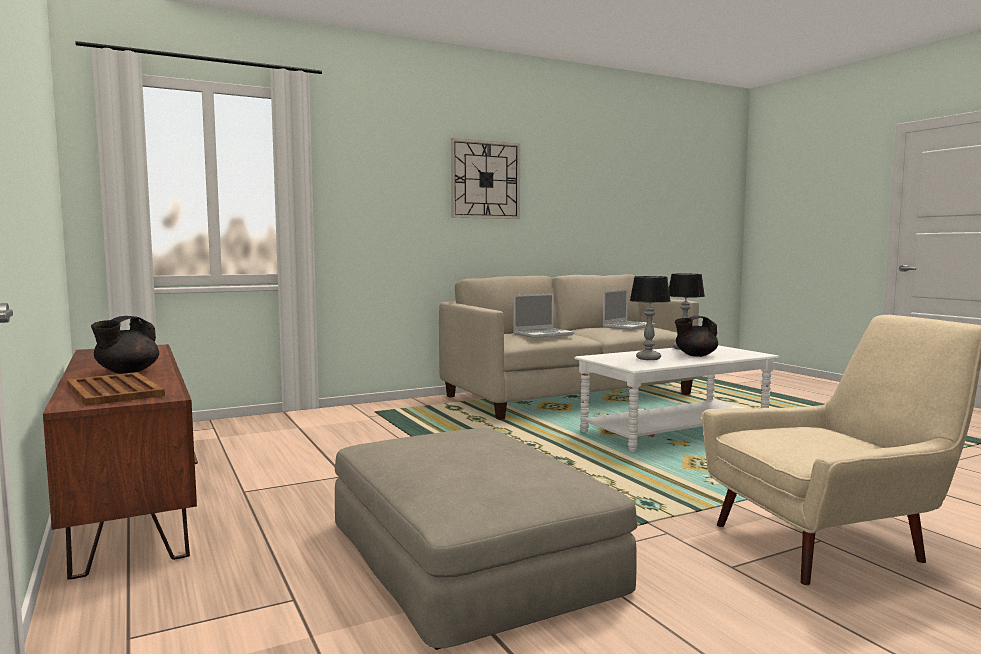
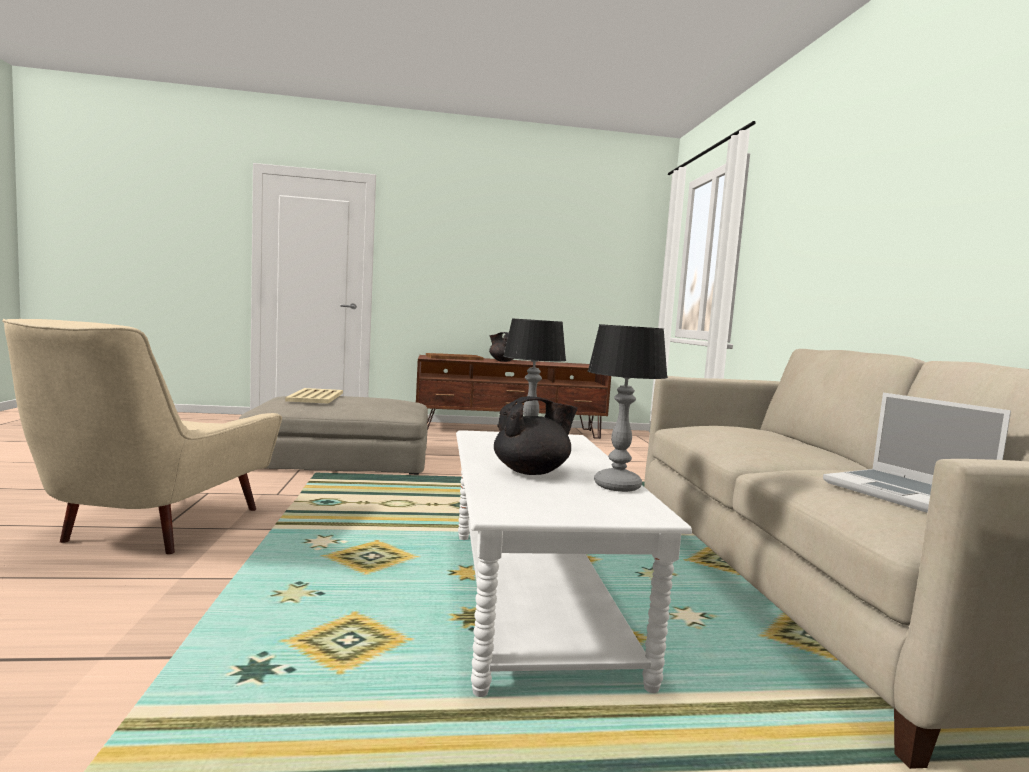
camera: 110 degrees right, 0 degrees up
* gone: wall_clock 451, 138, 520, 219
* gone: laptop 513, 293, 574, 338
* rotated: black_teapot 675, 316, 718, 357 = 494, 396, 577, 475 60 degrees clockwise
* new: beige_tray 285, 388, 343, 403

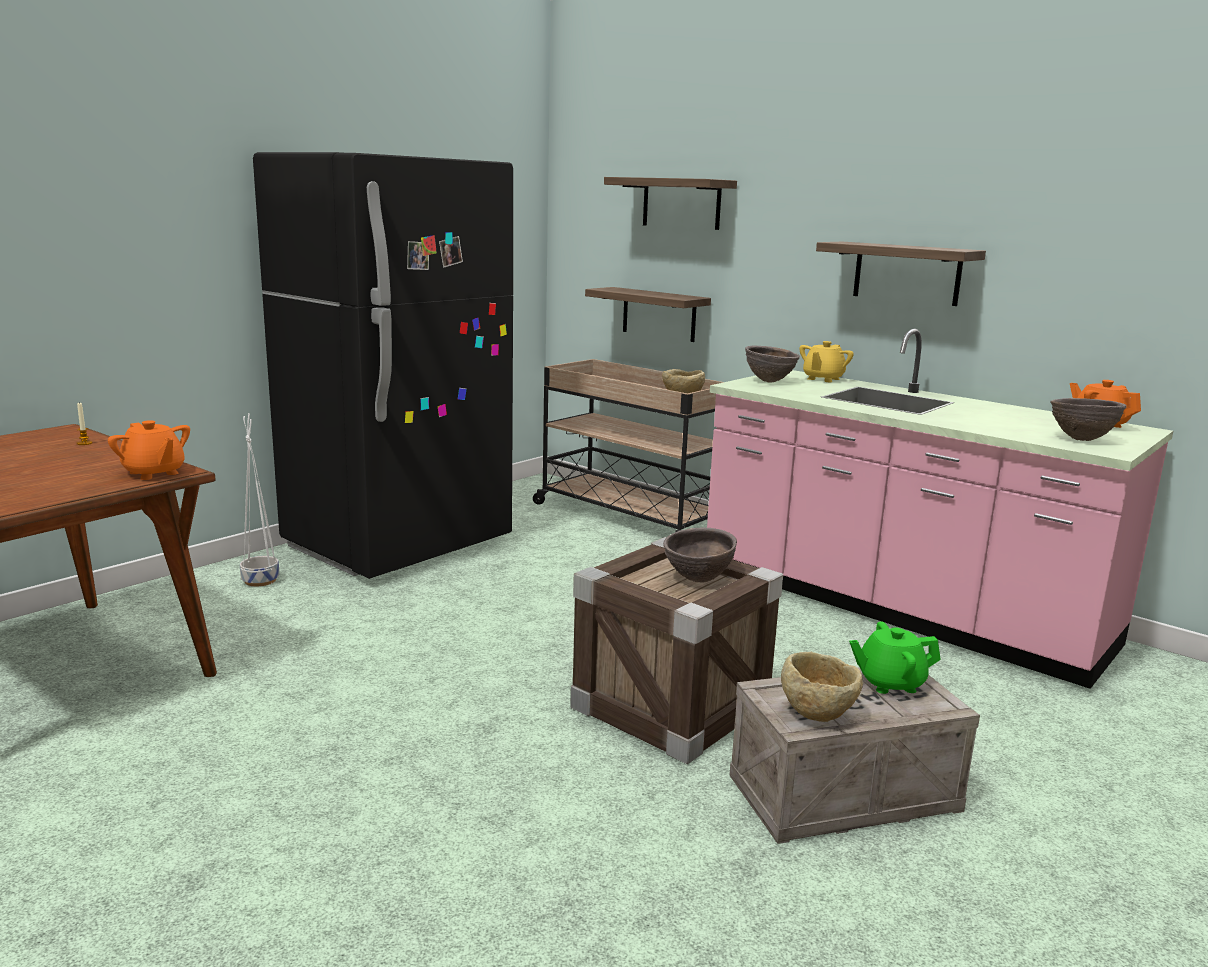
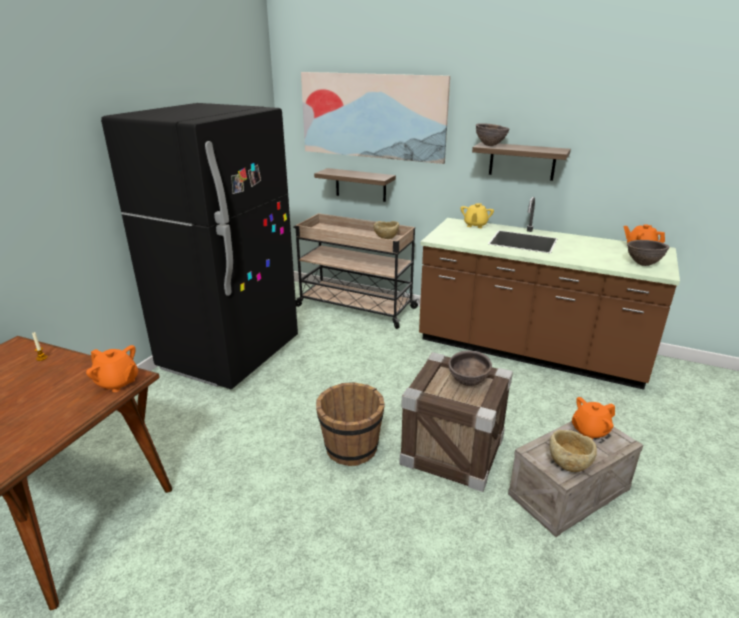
camera: 15 degrees left, 10 degrees up
* swapped: shelf 604, 177, 737, 230 to picture 301, 72, 450, 164
* repainted: pink_counter 707, 329, 1173, 689 to brown_counter 419, 197, 680, 390
* shifted: brown_bowl 745, 345, 800, 383 to 476, 123, 510, 146
* gone: white_planter 240, 413, 279, 587
* repainted: green_teapot 849, 622, 941, 694 to orange_teapot 572, 397, 615, 439
* new: brown_bucket 316, 382, 385, 466

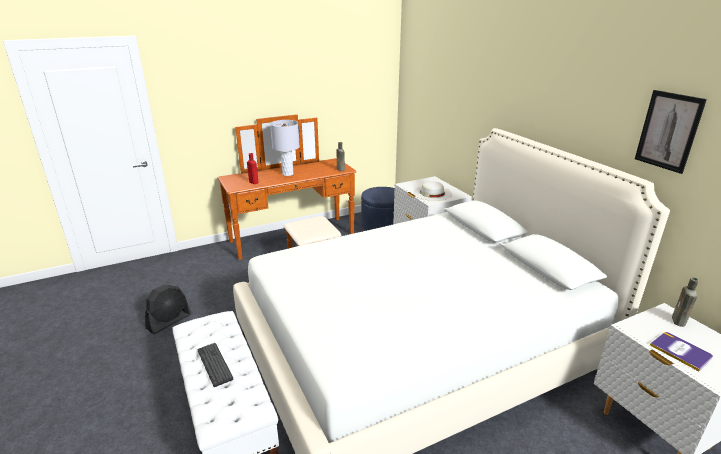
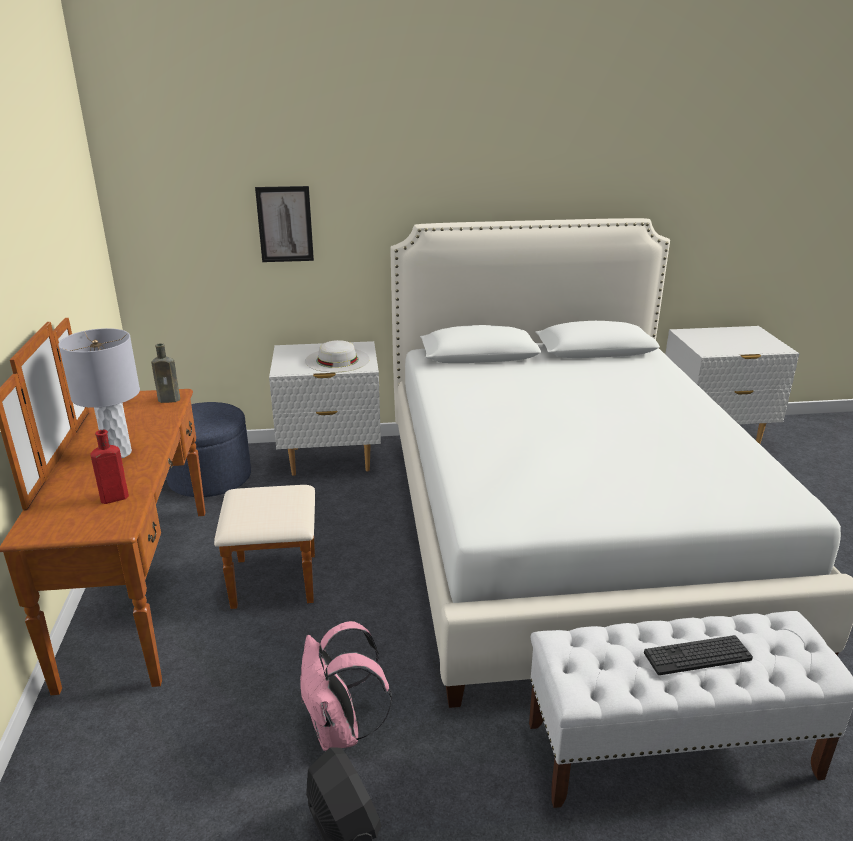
camera: 70 degrees left, 0 degrees up
* shifted: picture 635, 90, 707, 174 to 255, 186, 314, 262
* gone: brown_bottle 672, 277, 699, 327
* gone: book 650, 332, 713, 371
* new: pink_backpack 300, 621, 392, 751

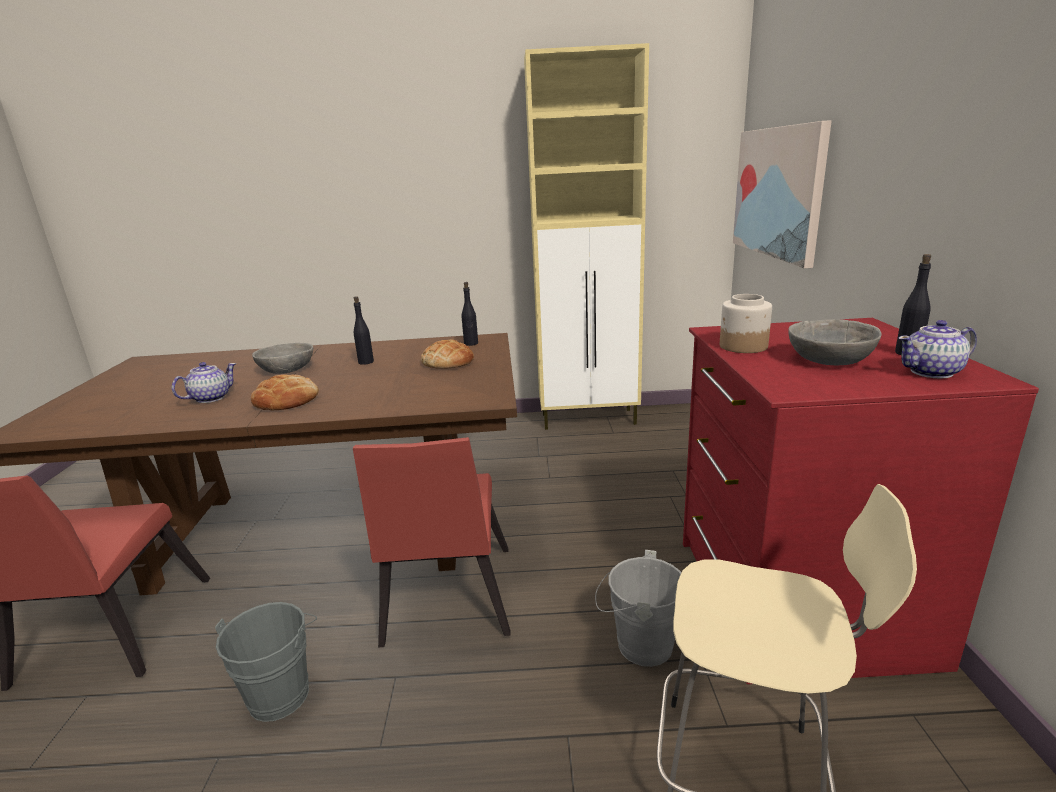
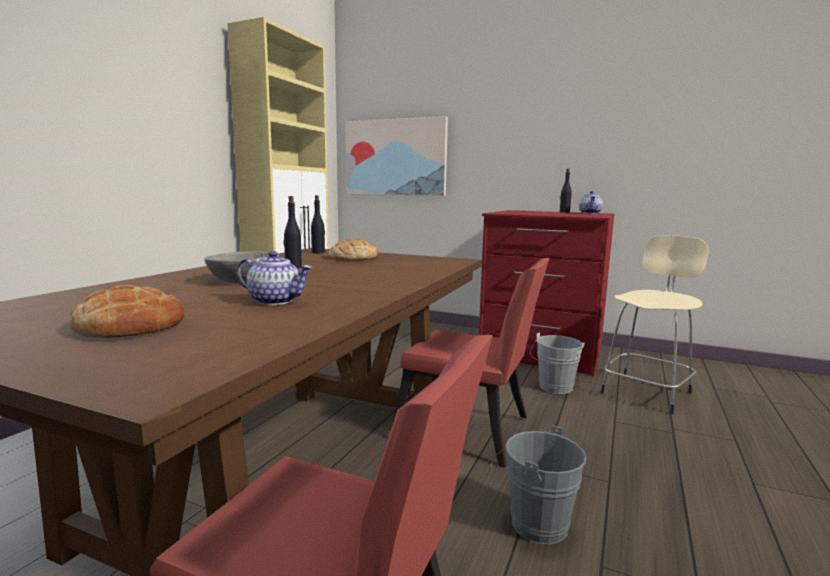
camera: 65 degrees left, 10 degrees down
* gone: jar 720, 294, 772, 353
* gone: grey_bowl 788, 319, 882, 365
* rotated: teapot 172, 362, 236, 403 = 237, 251, 312, 305 135 degrees clockwise
* shifted: bread 251, 374, 319, 410 to 69, 285, 184, 338

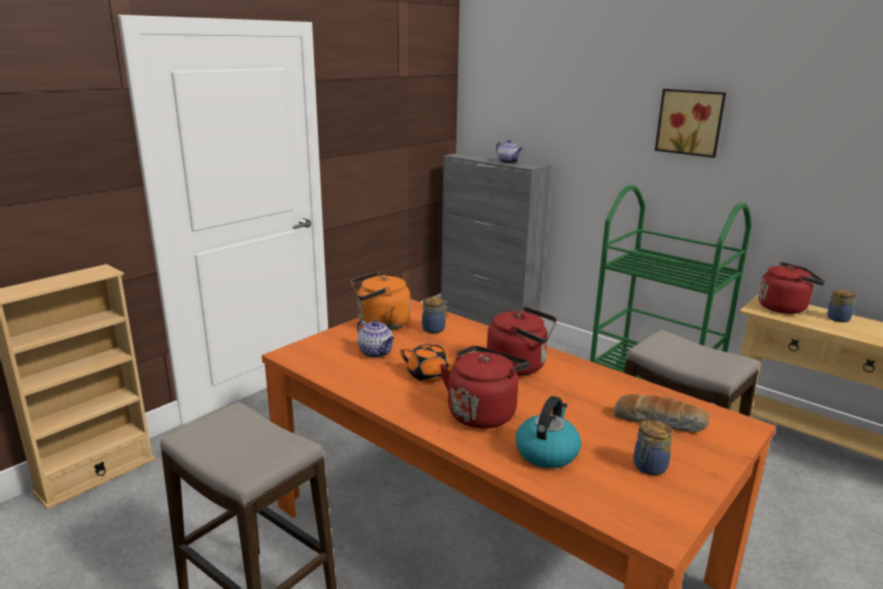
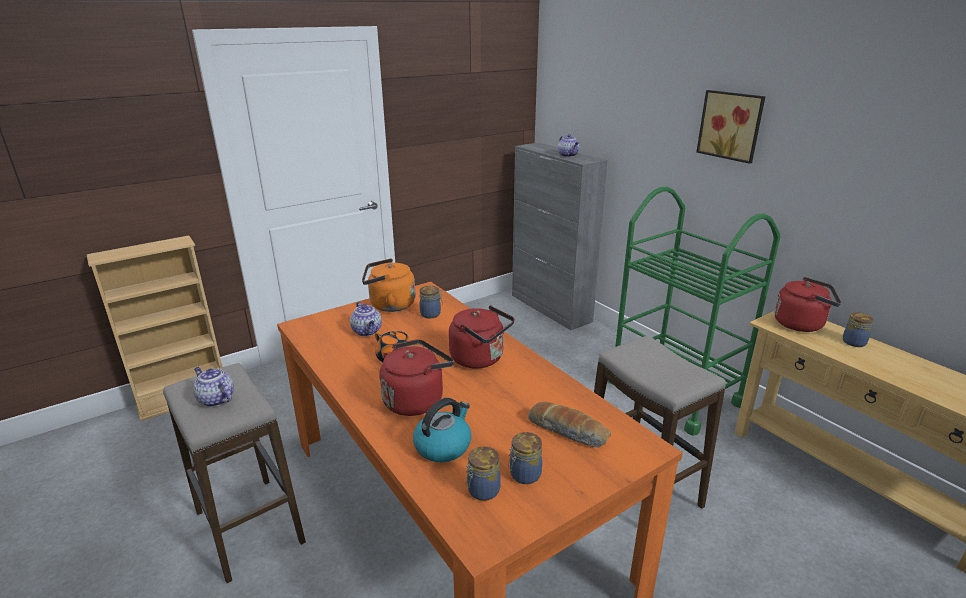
camera: 15 degrees right, 5 degrees up
* new: teapot 193, 367, 234, 407
* new: jar 466, 446, 501, 501

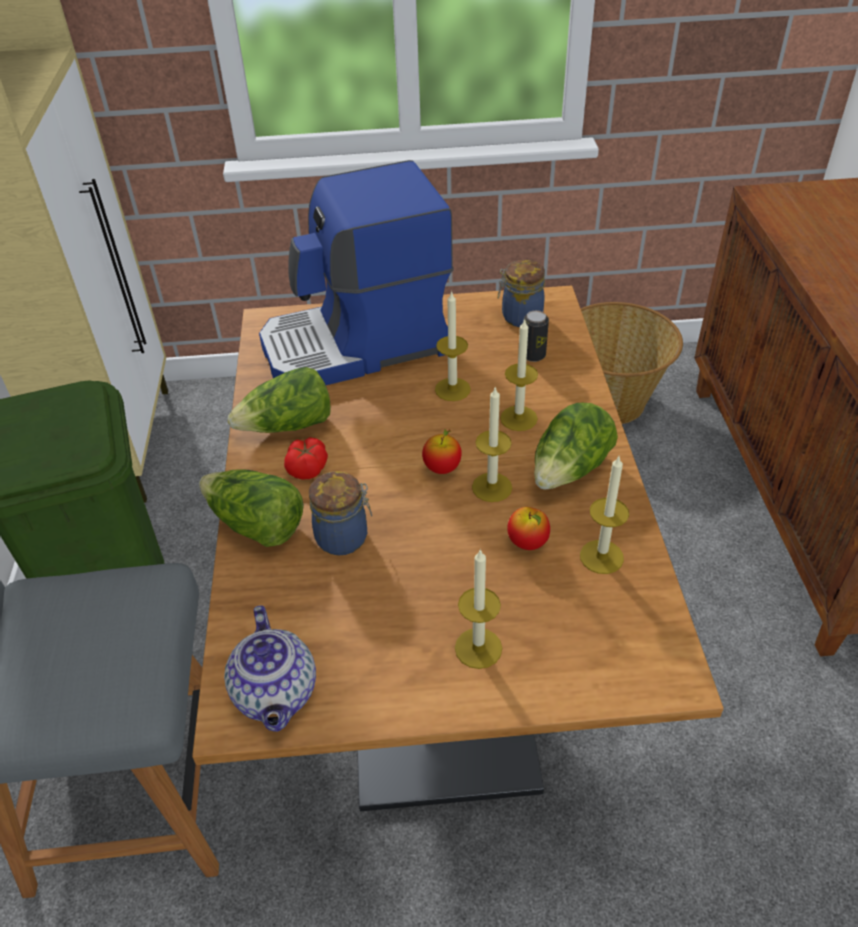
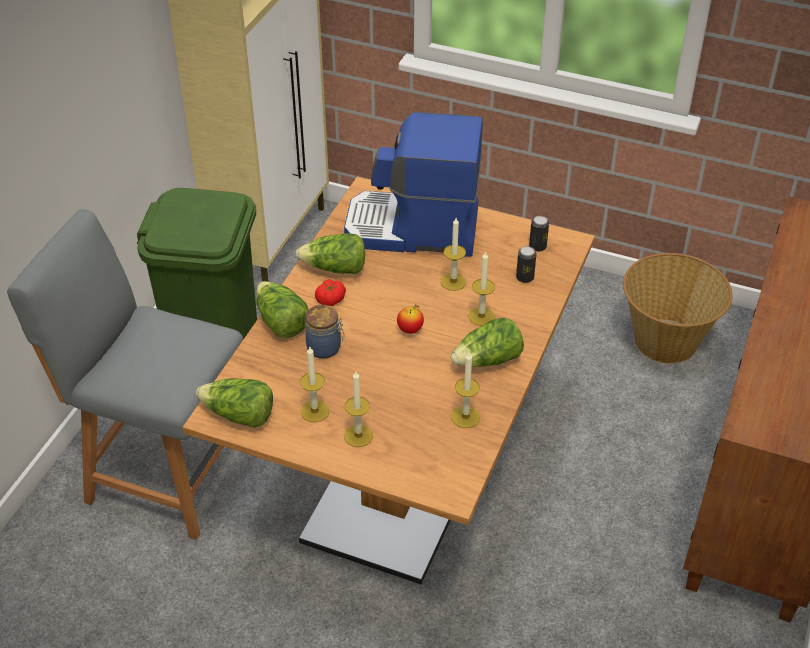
camera: 25 degrees right, 0 degrees up
* swapped: jar 498, 260, 545, 327 to can 529, 216, 549, 252
* shifted: candle 472, 388, 512, 502 to 300, 347, 329, 422
* gone: apple 507, 507, 550, 550
* swapped: teapot 224, 605, 316, 732 to lettuce 196, 378, 273, 428

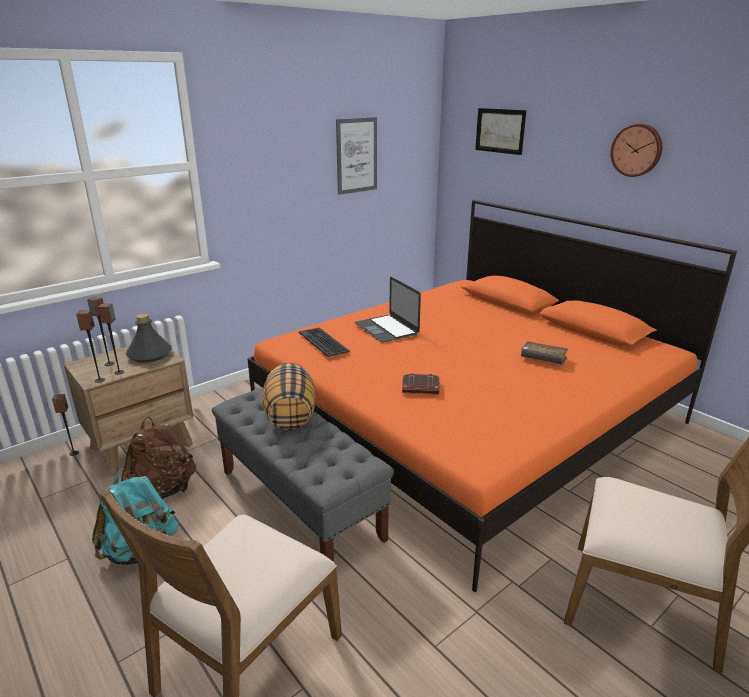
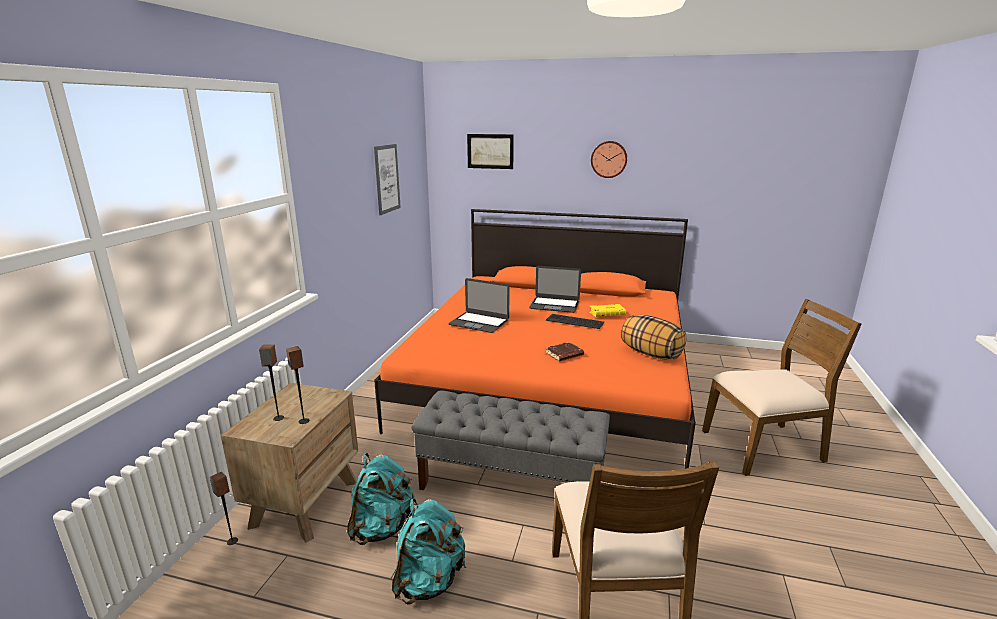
camera: 35 degrees left, 5 degrees down
* gone: speaker 76, 310, 105, 383
* gone: grey_bottle 126, 313, 172, 362
* shifted: keyboard 299, 327, 350, 357 to 546, 314, 604, 329
* repainted: brown_book 521, 341, 568, 365 to yellow_book 589, 304, 626, 317
* shifted: pillow 263, 363, 316, 430 to 621, 315, 687, 359
* repainted: brown_backpack 121, 417, 196, 499 to turquoise_backpack 347, 453, 414, 545
* new: laptop 529, 266, 581, 313

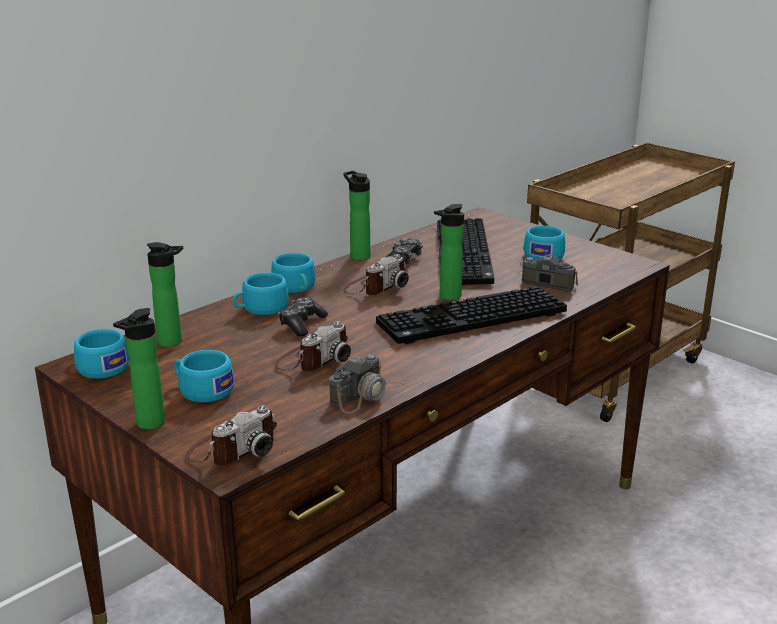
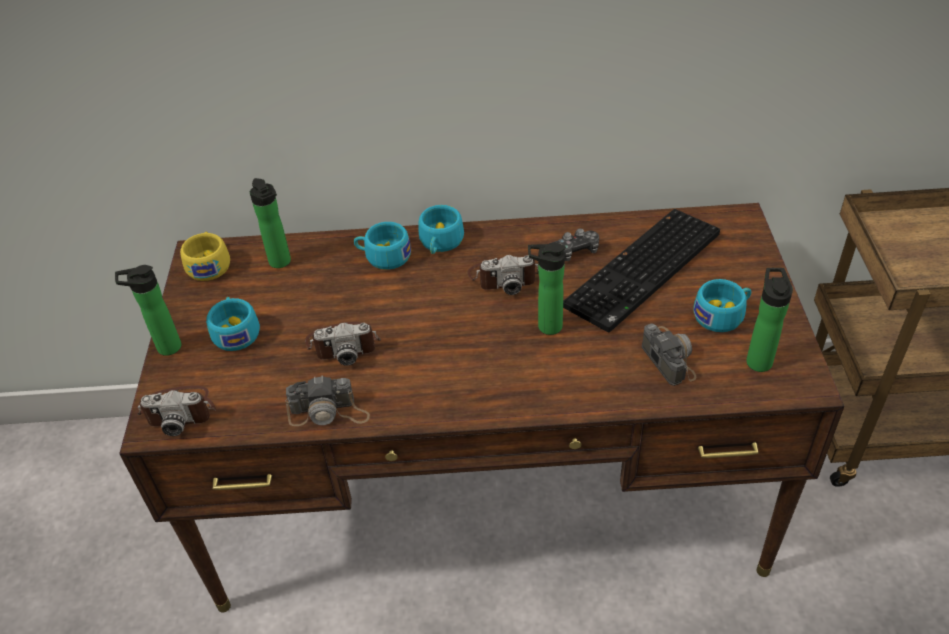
camera: 45 degrees right, 20 degrees up
* shifted: bottle 343, 171, 370, 261 to 746, 268, 793, 372
* gone: keyboard 376, 286, 567, 344
* gone: game_controller 278, 297, 328, 336
* repainted: turquoise_cup 74, 329, 129, 378 to yellow_cup 180, 232, 230, 281

